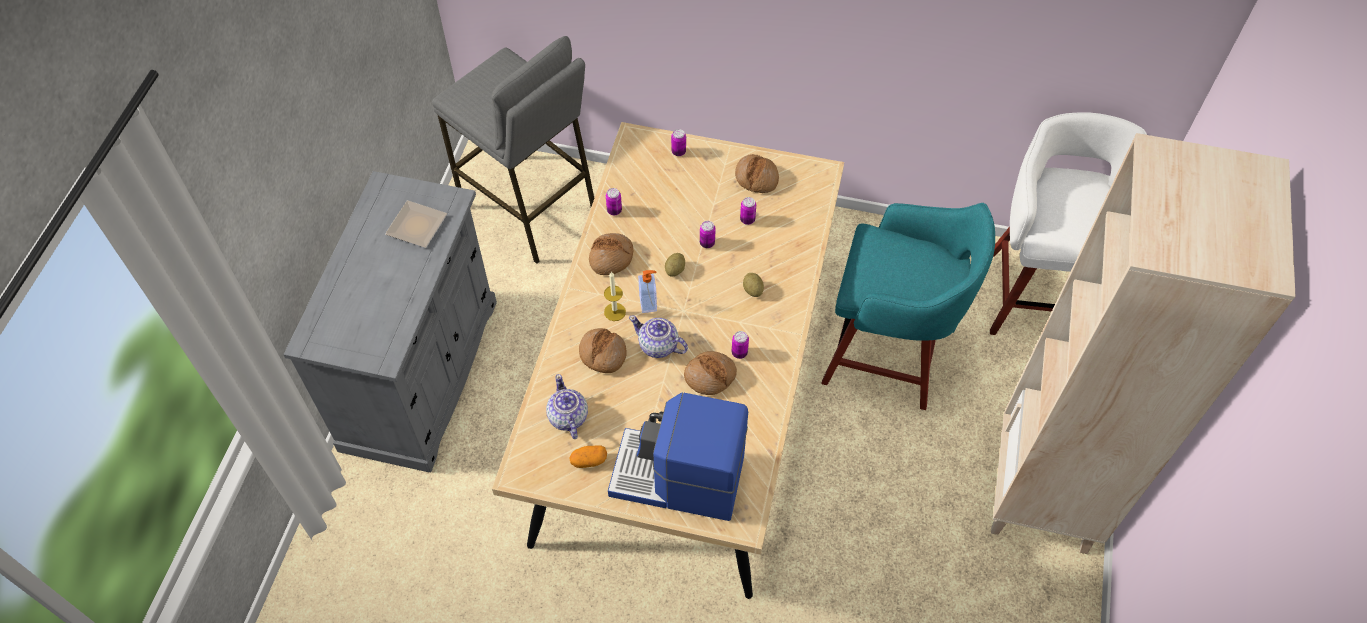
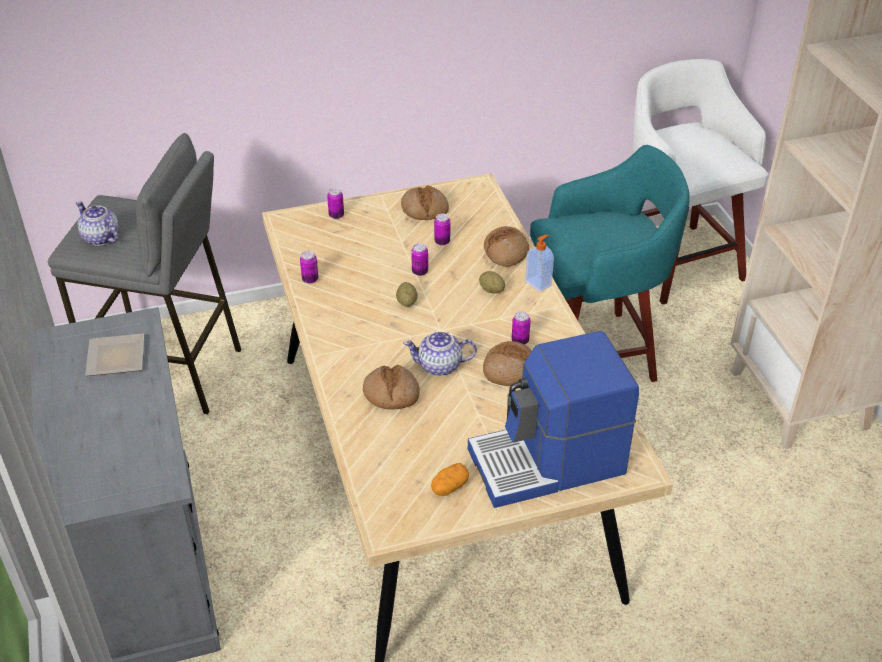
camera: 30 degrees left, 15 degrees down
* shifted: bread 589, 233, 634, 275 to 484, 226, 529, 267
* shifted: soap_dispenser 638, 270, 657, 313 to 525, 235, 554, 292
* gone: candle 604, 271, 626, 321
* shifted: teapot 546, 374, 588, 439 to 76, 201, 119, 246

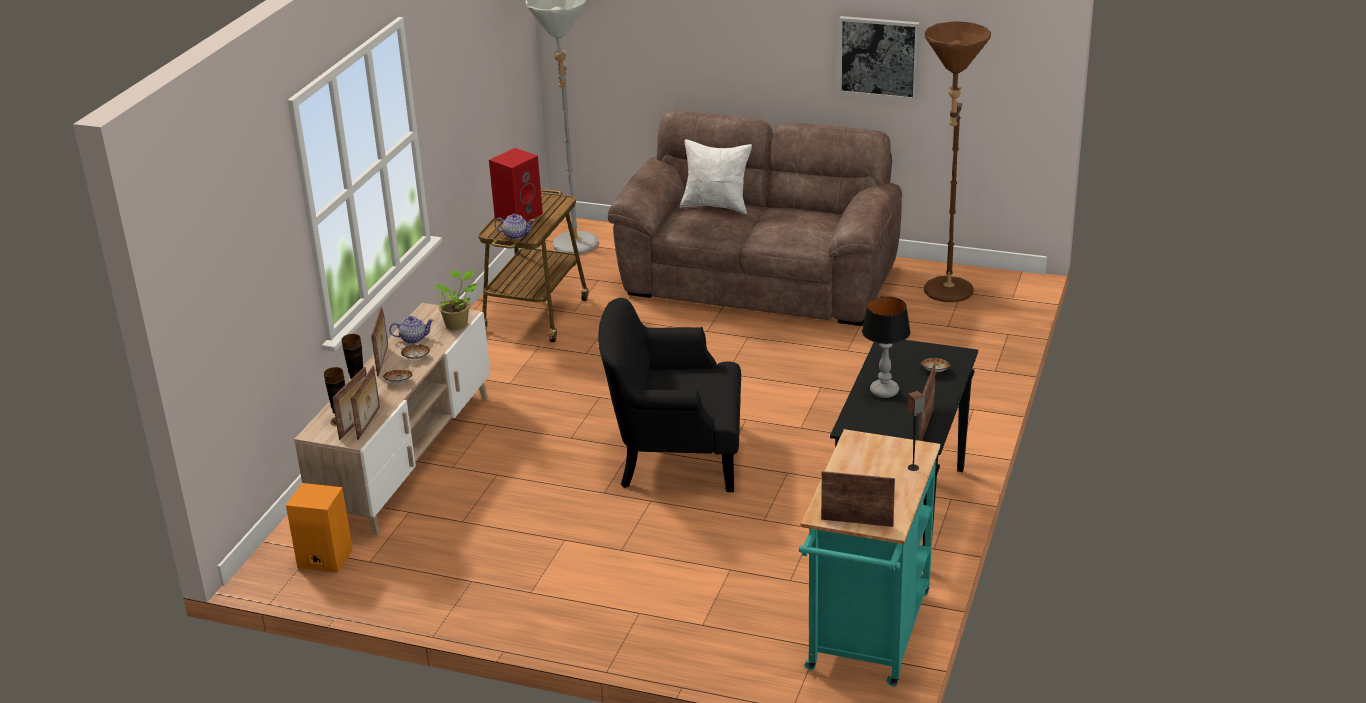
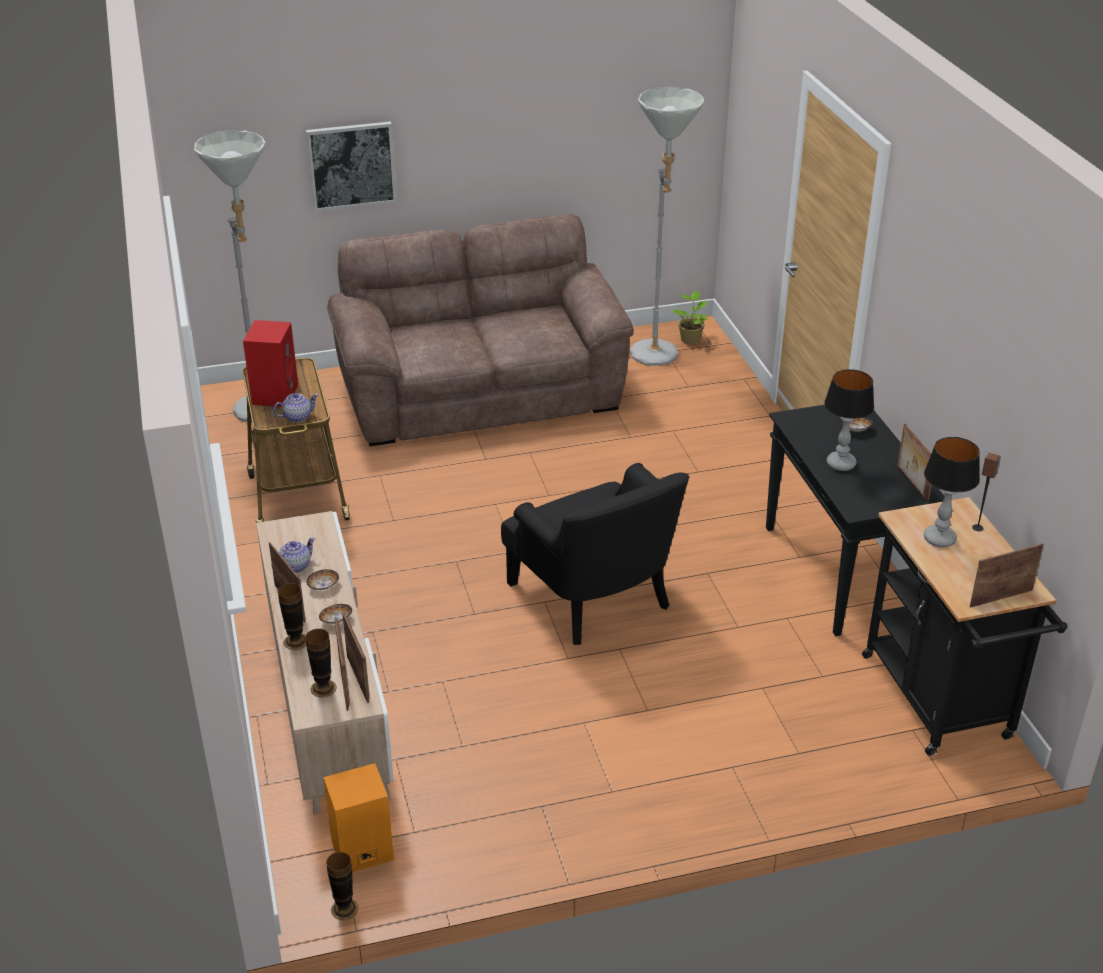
camera: 35 degrees left, 5 degrees up
* shifted: picture 839, 16, 920, 100 to 306, 122, 397, 211
* repainted: brown_floor_lamp 924, 21, 991, 302 to grey_floor_lamp 630, 87, 704, 366
* gone: white_pillow 680, 139, 752, 214
* shifted: potted_plant 434, 270, 478, 330 to 672, 291, 708, 345
* rotated: black_armchair 598, 298, 741, 492 = 501, 463, 689, 645 90 degrees counterclockwise
* repainted: turquoise_cart 799, 429, 940, 686 to black_cart 862, 497, 1067, 756
* new: table_lamp 924, 437, 980, 547
* new: vase 326, 852, 358, 920

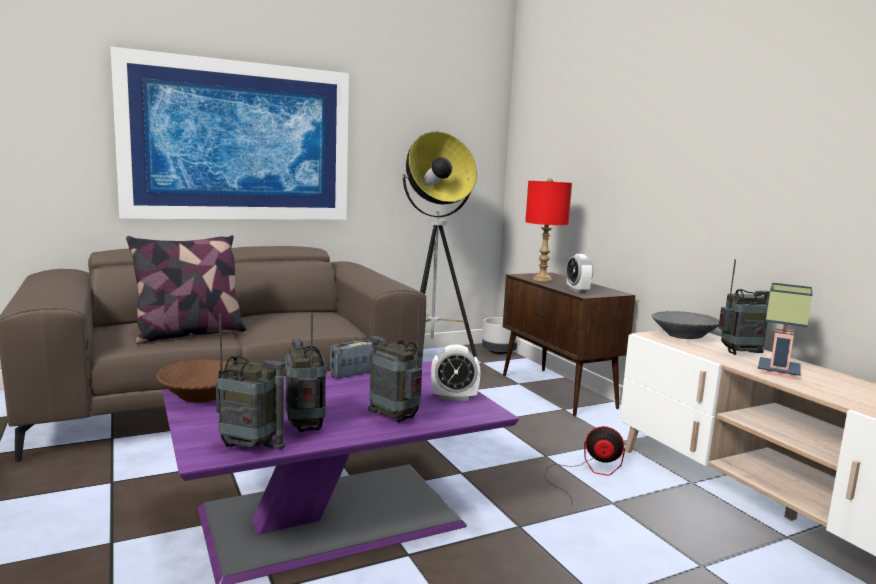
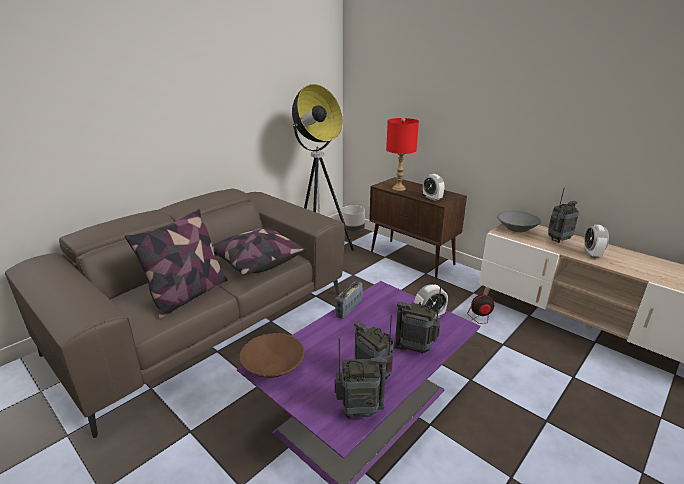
camera: 20 degrees left, 15 degrees up
* gone: picture 110, 47, 349, 220
* swapped: table_lamp 758, 283, 813, 379 to alarm_clock 584, 225, 609, 258
* new: pillow 212, 227, 306, 275

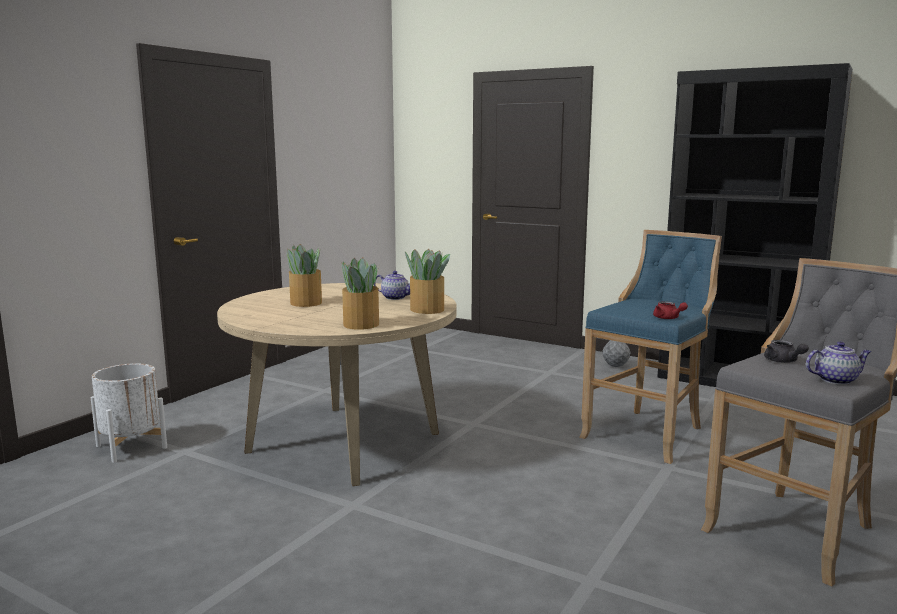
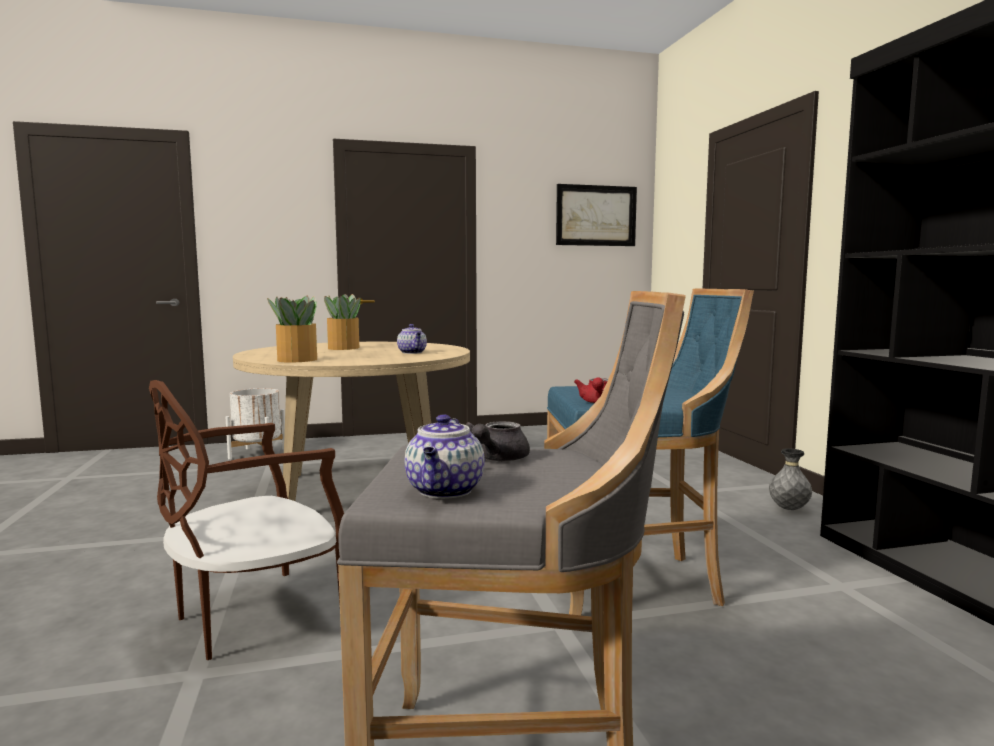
camera: 45 degrees right, 5 degrees down
* gone: potted_plant 405, 249, 450, 314
* rotated: teapot 806, 341, 871, 385 = 405, 414, 485, 499 60 degrees clockwise
* new: picture 556, 184, 637, 246
* new: brown_chair 149, 380, 344, 660

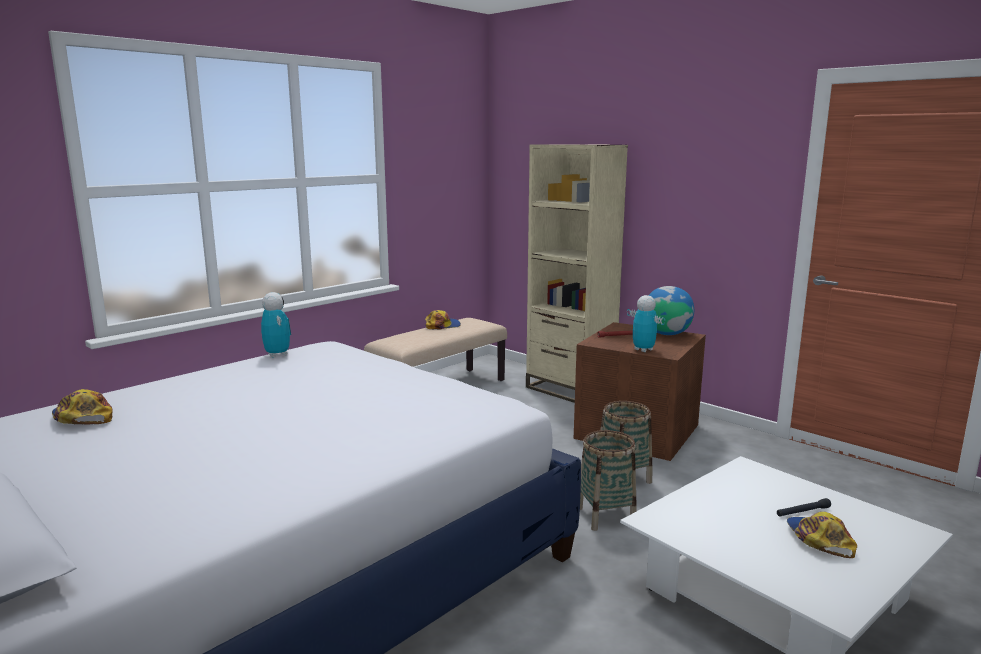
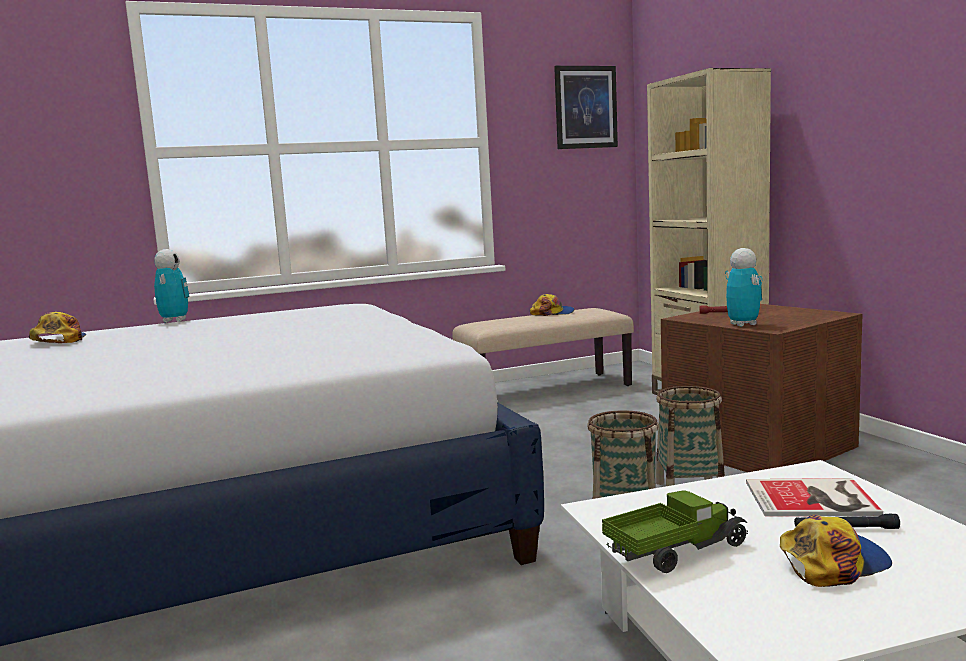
camera: 25 degrees right, 5 degrees down
* gone: globe 648, 286, 694, 335
* shifted: toy_robot 261, 292, 291, 358 to 154, 249, 189, 323
* rotated: cap 787, 511, 857, 558 = 780, 514, 892, 587 45 degrees clockwise
* new: picture 554, 66, 618, 149
* new: book 746, 478, 883, 516
* new: toy_truck 602, 490, 748, 573

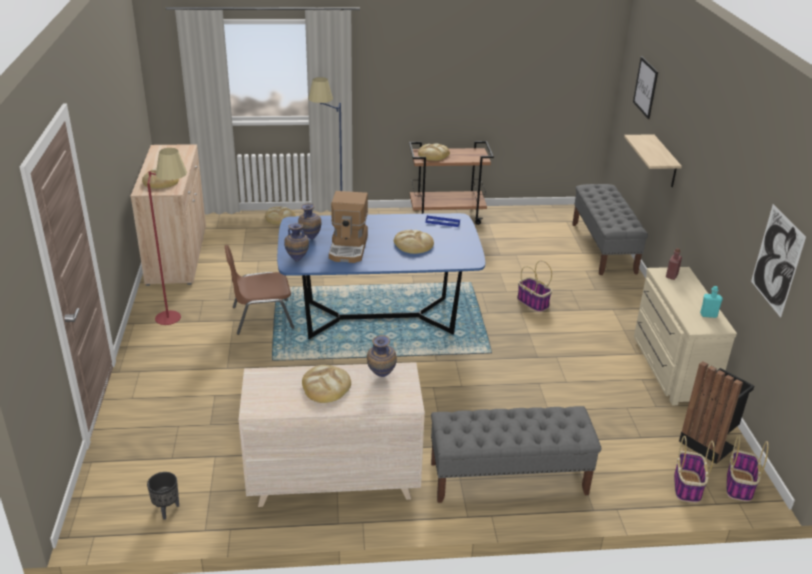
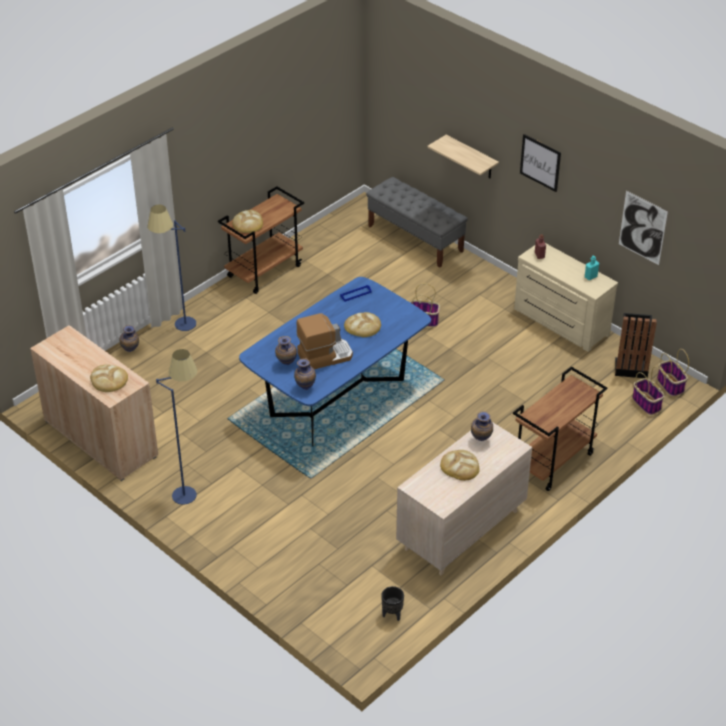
camera: 40 degrees left, 10 degrees up
* shifted: picture 633, 56, 658, 119 to 520, 134, 561, 192
* repainted: red_floor_lamp 147, 148, 187, 325 to blue_floor_lamp 156, 349, 197, 505
* rotated: coffee_machine 329, 191, 368, 263 = 297, 313, 353, 369 75 degrees counterclockwise
* swapped: bread 265, 206, 296, 225 to vase 119, 325, 139, 352
* gone: brown_chair 225, 245, 295, 335
* swapped: grey_bench 431, 406, 601, 503 to brown_cart 513, 367, 607, 491

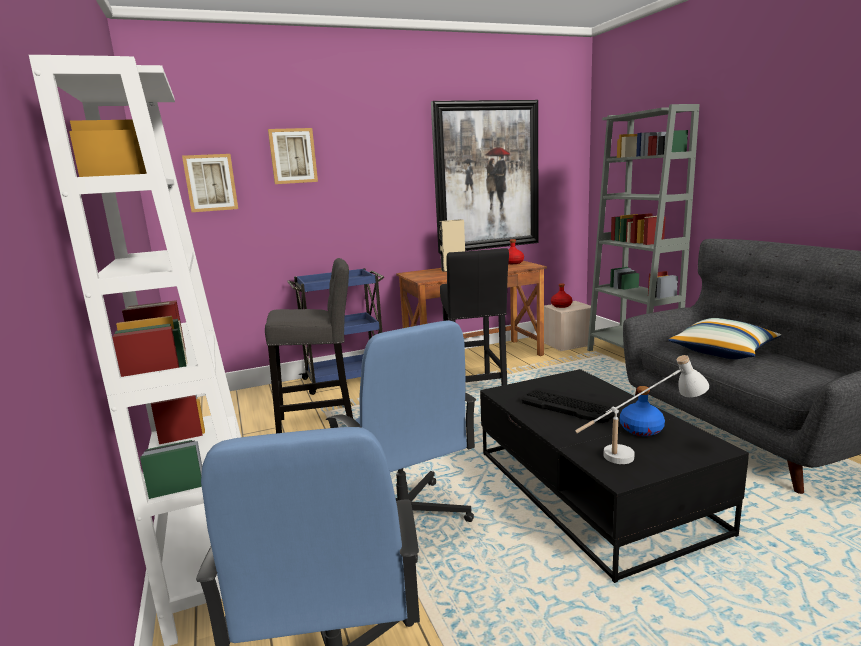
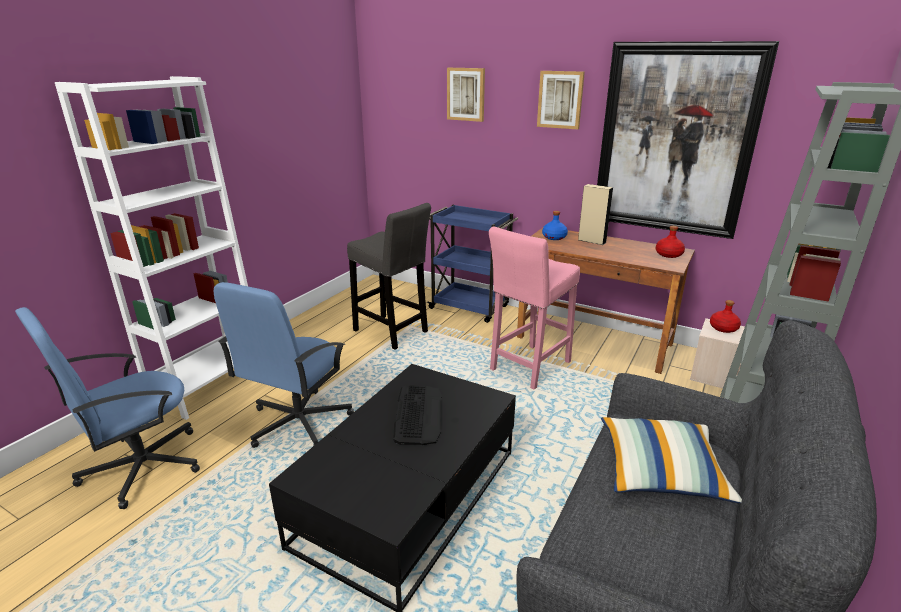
camera: 50 degrees right, 10 degrees up
* shifted: picture 182, 154, 238, 212 to 537, 71, 585, 129
* repainted: black_stool 440, 248, 509, 386 to pink_stool 489, 227, 580, 389
* gone: white_table_lamp 575, 355, 710, 464
* shifted: blue_bottle 620, 386, 665, 436 to 542, 211, 568, 240

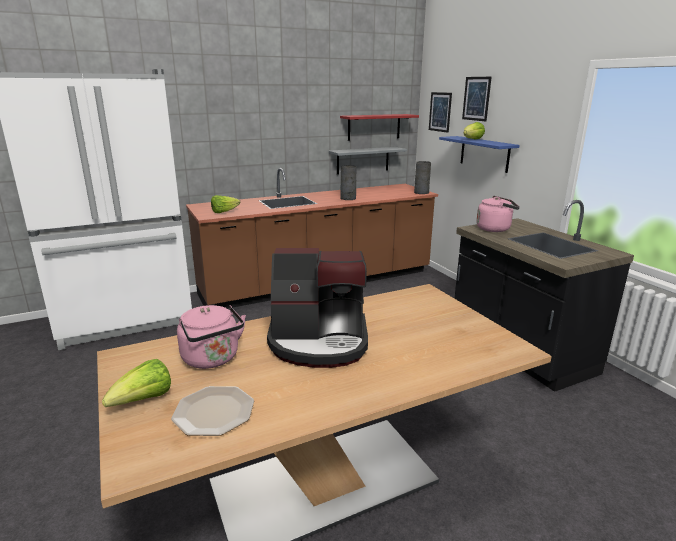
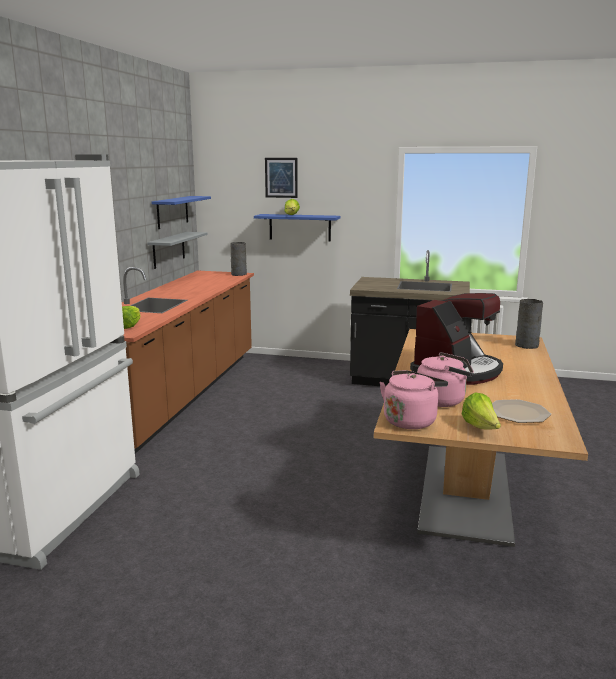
camera: 50 degrees left, 5 degrees down
* gone: picture 429, 92, 452, 133
* repainted: red_shelf 340, 114, 419, 141 to blue_shelf 152, 196, 211, 229
* shifted: grey_vase 340, 165, 356, 200 to 515, 299, 543, 349
* shifted: pink_kettle 476, 196, 520, 232 to 379, 370, 448, 429

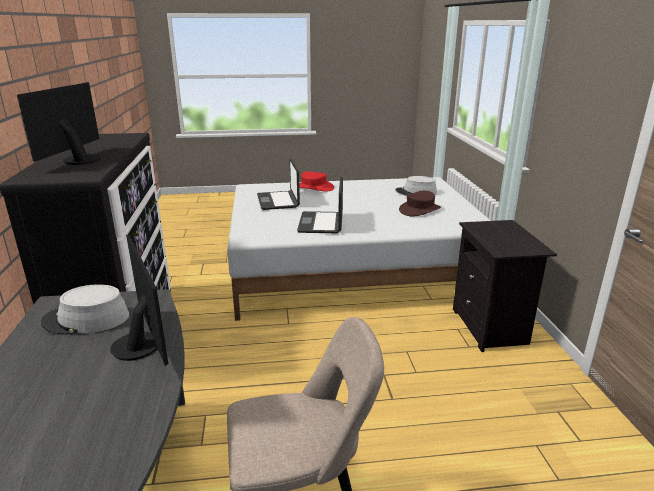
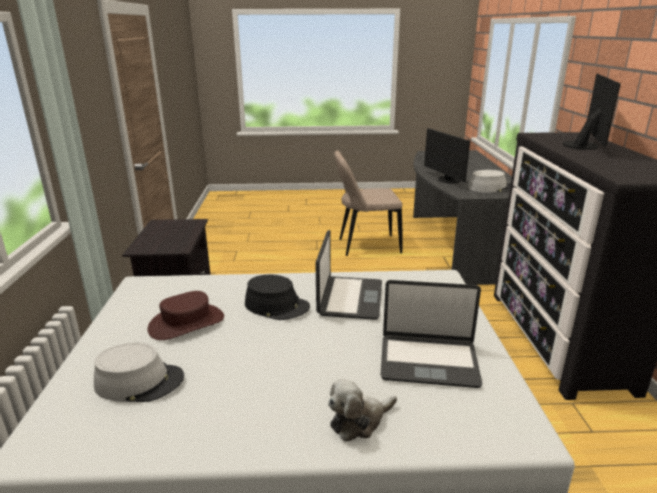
camera: 175 degrees left, 0 degrees up
* rotated: laptop 257, 159, 300, 210 = 381, 280, 482, 388 105 degrees clockwise
* swapped: red_hat 299, 171, 334, 191 to plush_toy 328, 379, 397, 442
* new: black_hat 245, 275, 310, 320

